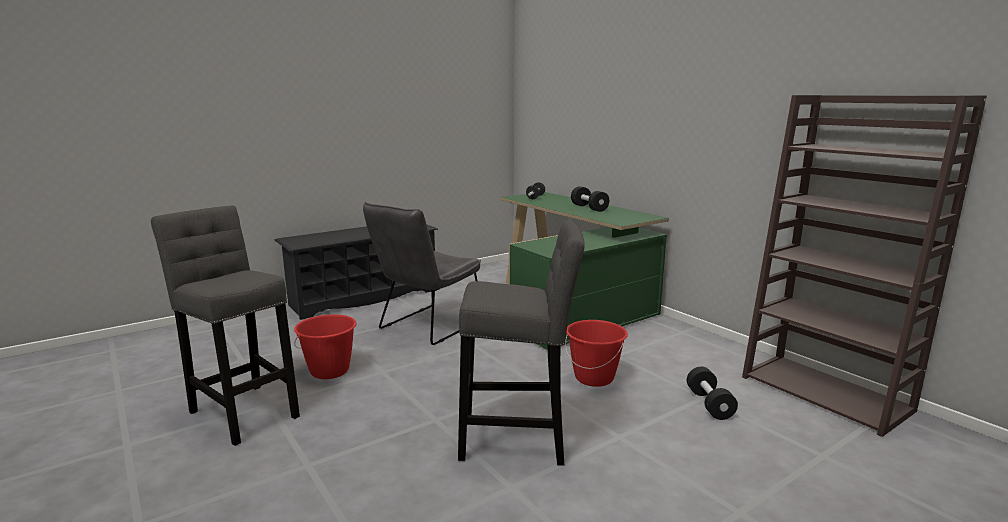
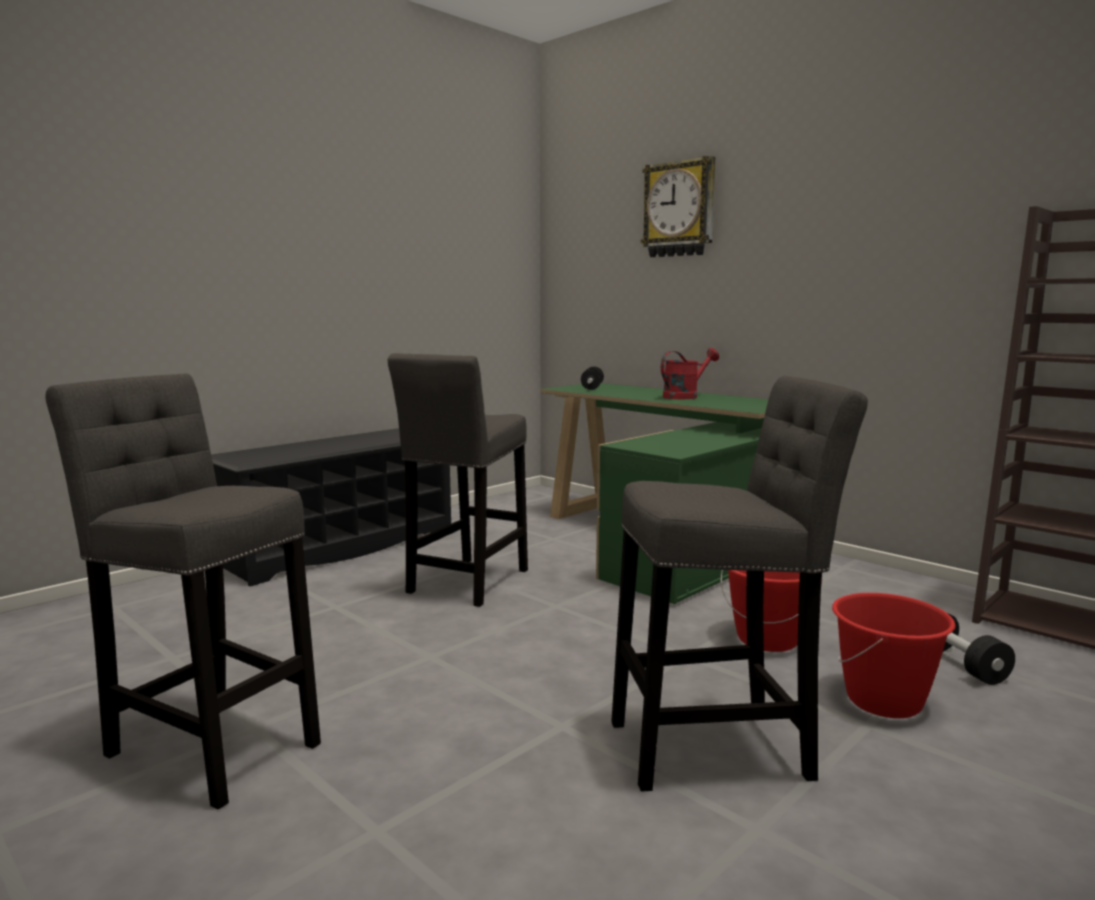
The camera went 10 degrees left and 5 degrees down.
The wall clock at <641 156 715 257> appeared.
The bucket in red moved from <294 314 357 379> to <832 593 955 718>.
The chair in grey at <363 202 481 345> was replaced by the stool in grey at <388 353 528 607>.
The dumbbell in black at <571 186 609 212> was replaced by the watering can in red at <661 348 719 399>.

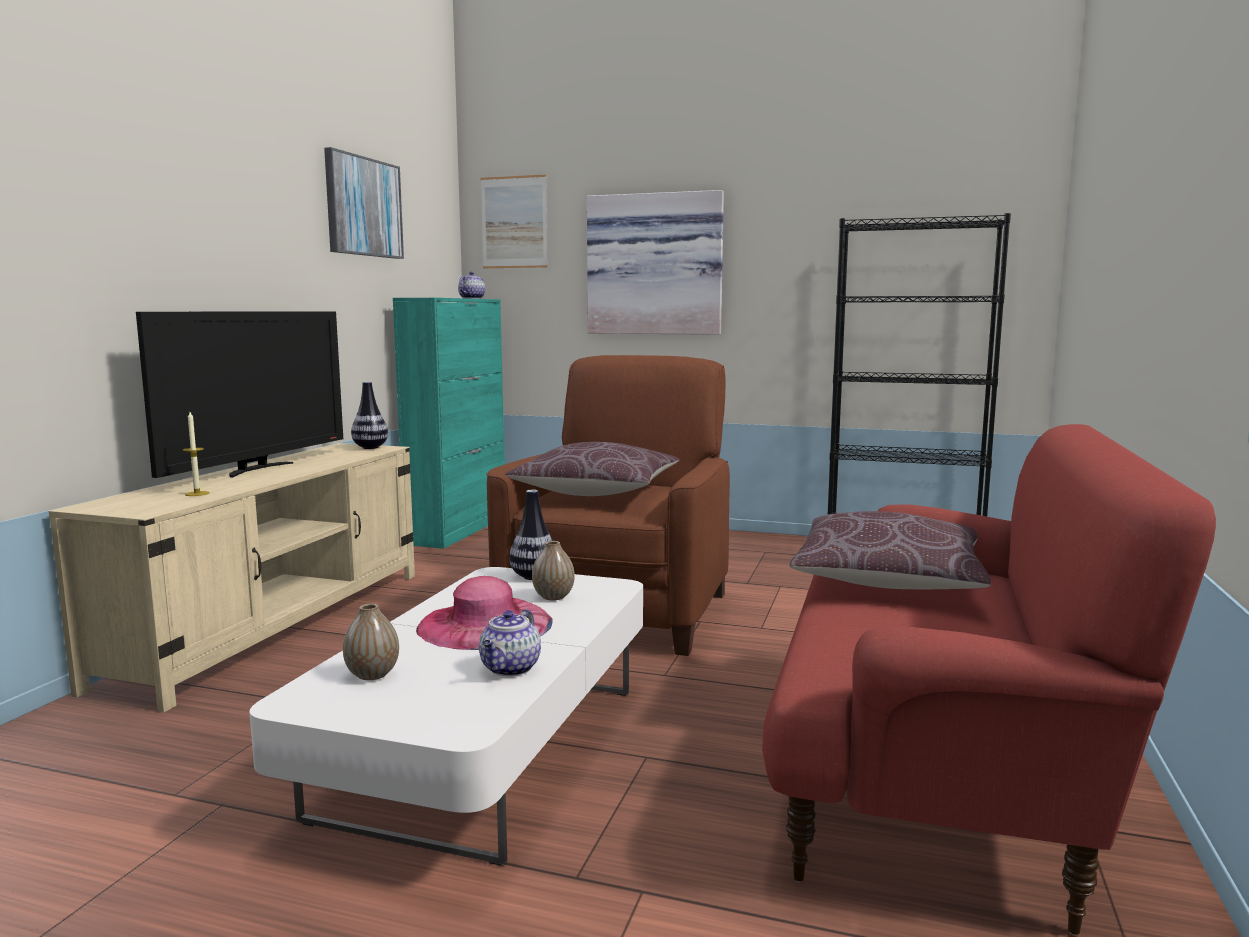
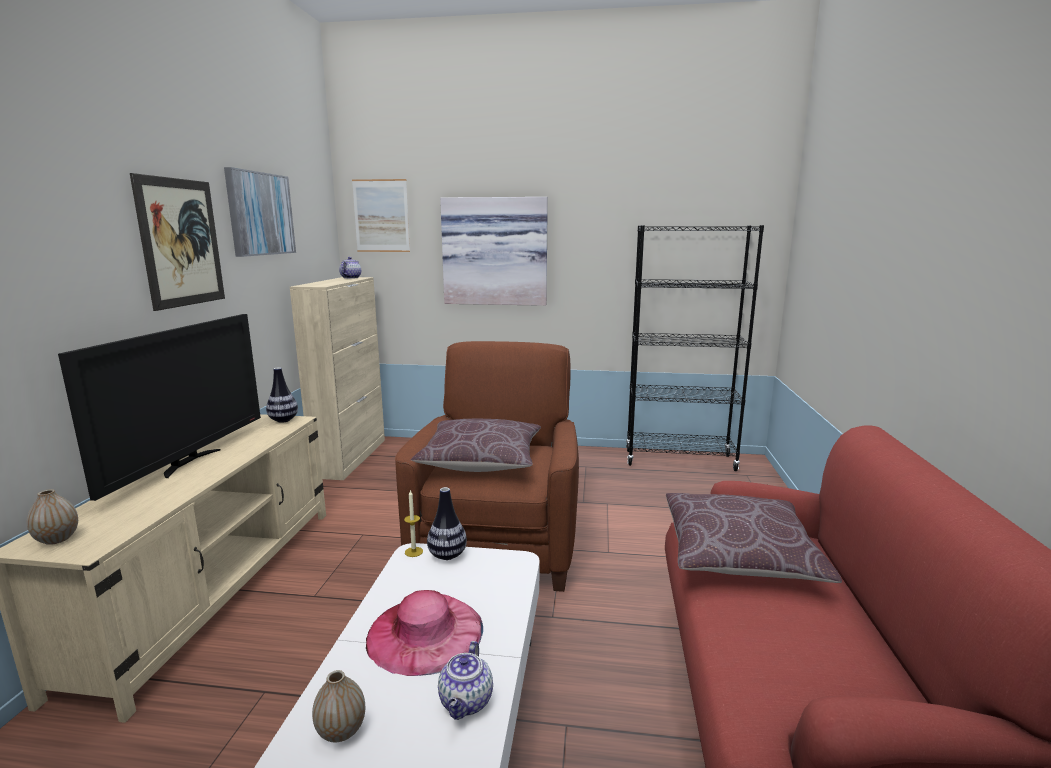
The camera went 10 degrees left and 5 degrees up.
The picture at <130 173 225 311> appeared.
The candle moved from <183 412 209 496> to <404 490 423 557>.
The vase moved from <532 541 575 600> to <27 489 78 545>.
The cabinet in turquoise at <393 298 505 549> became the cabinet in beige at <290 277 385 480>.

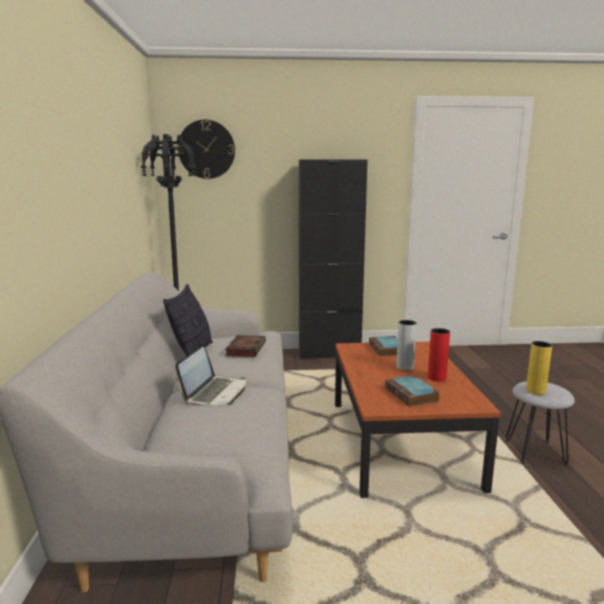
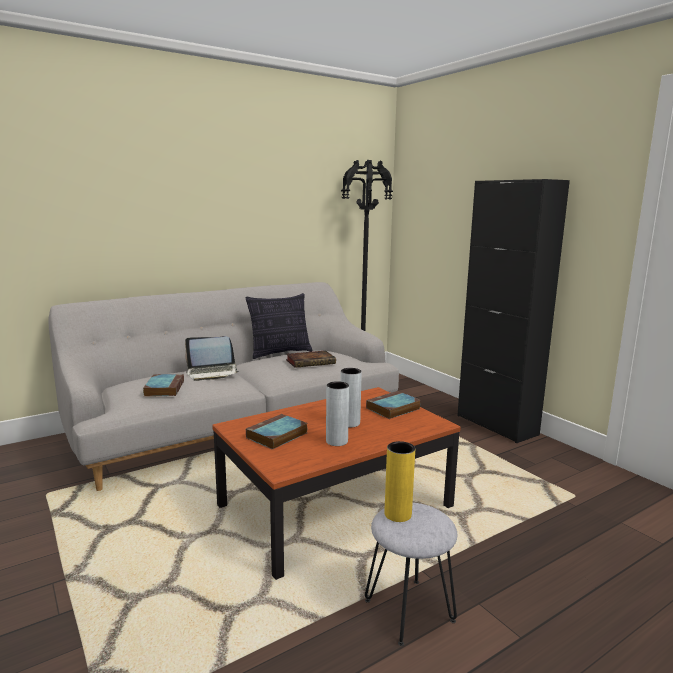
The camera went 60 degrees right and 0 degrees up.
The wall clock at <178 120 235 179> disappeared.
The book at <143 374 184 397> appeared.
The vase in red at <428 328 450 381> became the vase in grey at <326 381 349 446>.

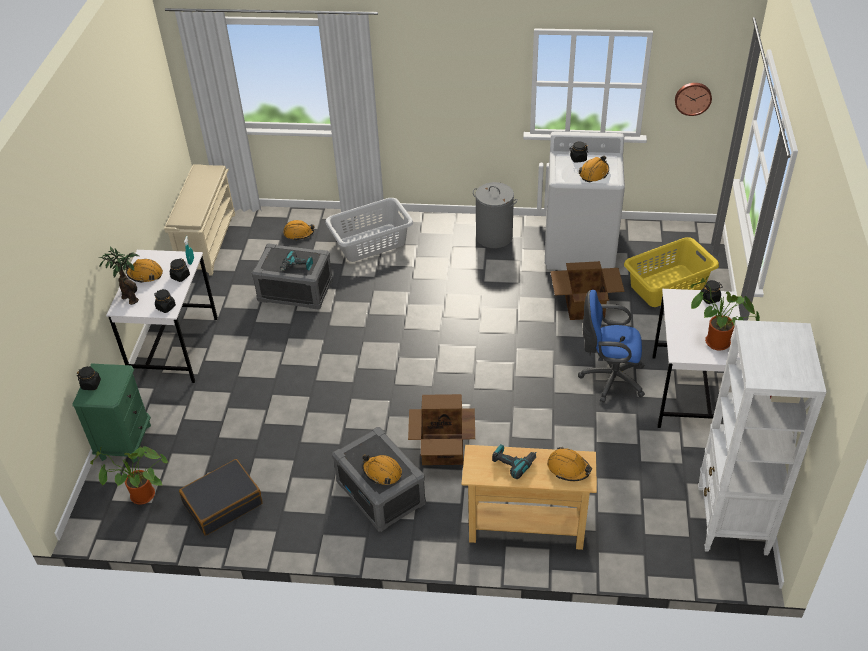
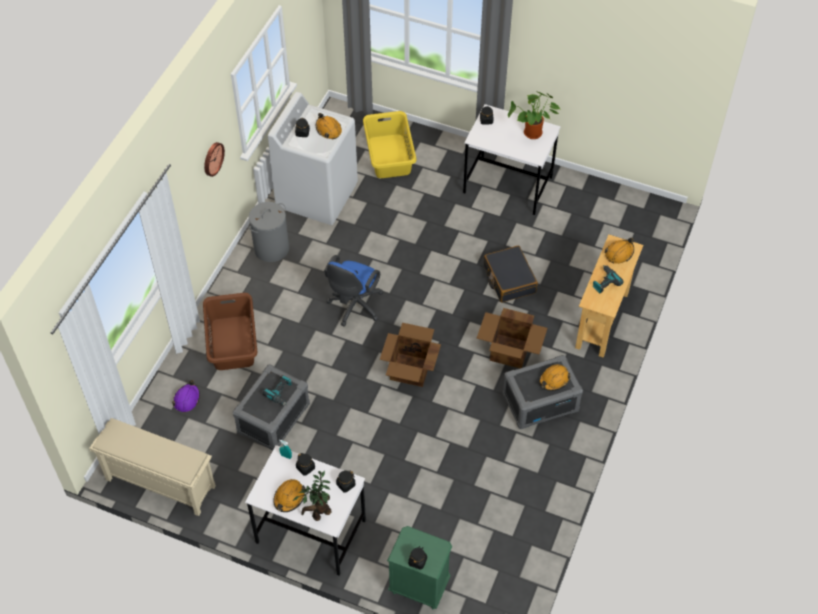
The camera went 75 degrees left and 10 degrees up.
The potted plant at <90 446 168 504> disappeared.
The bookcase in white at <698 320 826 555> disappeared.
The suitcase in black moved from <179 459 263 536> to <484 246 538 303>.
The cardboard box moved from <550 261 625 320> to <380 323 441 387>.
The office chair in blue moved from <578 290 645 402> to <324 255 383 327>.
The wall clock moved from <675 83 712 116> to <204 142 225 177>.
The hard hat in orange at <284 220 315 240> became the hard hat in purple at <172 380 200 412>.
The laundry basket in grey at <325 198 413 262> became the laundry basket in brown at <203 293 257 370>.

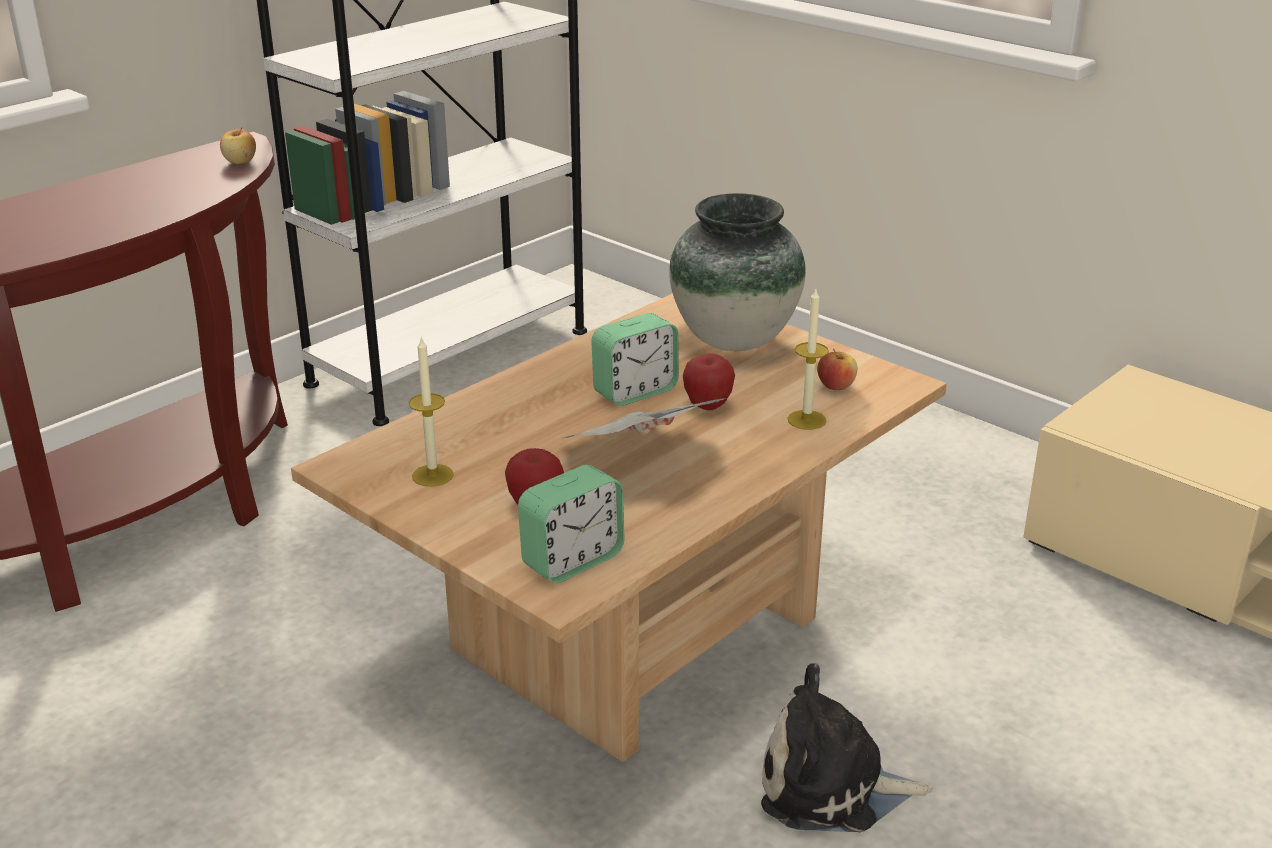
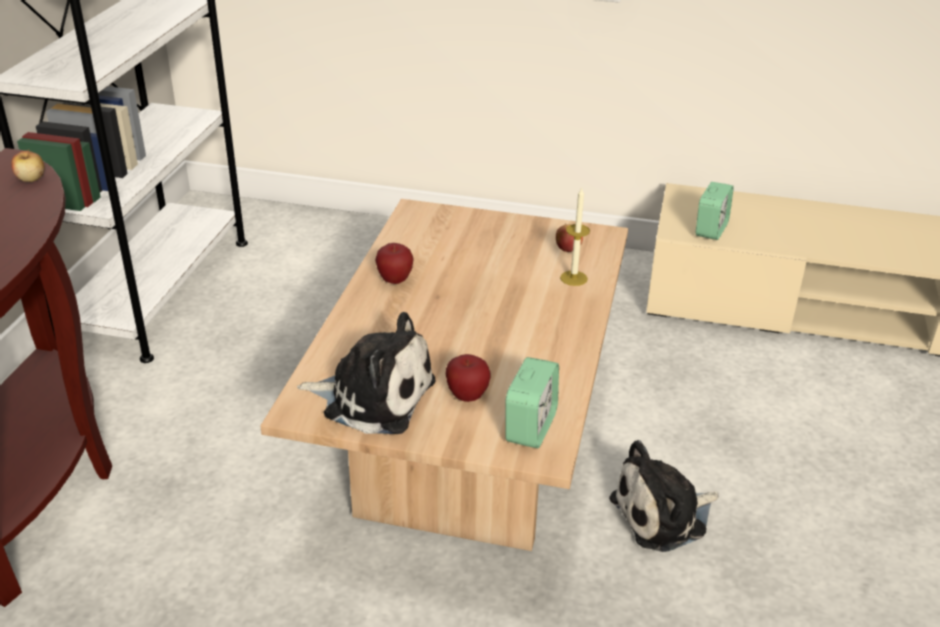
The camera went 30 degrees left and 5 degrees up.
The newspaper at <560 398 726 439> disappeared.
The vase at <669 193 806 351> disappeared.
The alarm clock moved from <591 313 679 406> to <696 182 734 240>.
The apple moved from <683 353 735 410> to <375 243 414 284>.
The candle at <409 336 454 487> was replaced by the plush toy at <297 312 435 434>.

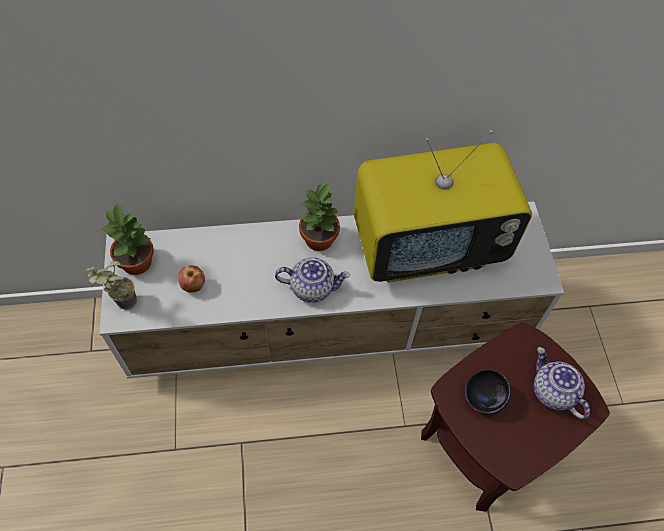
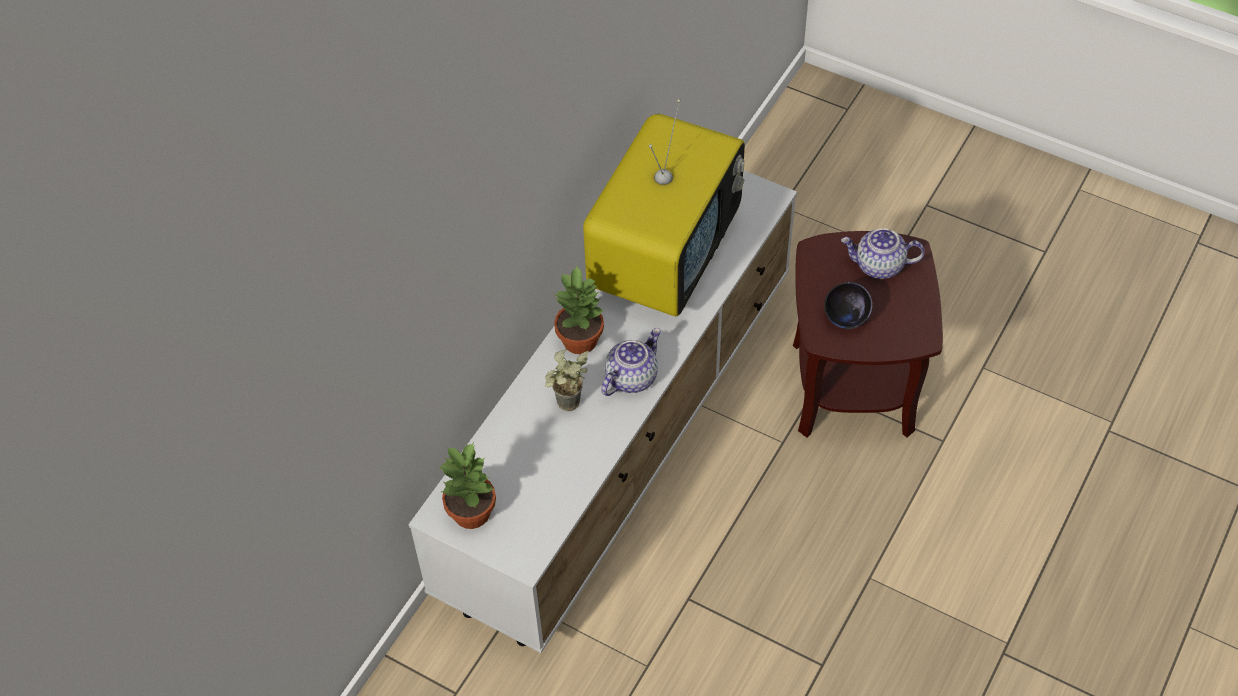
The camera went 50 degrees left and 5 degrees down.
The apple at <178 265 205 293> disappeared.
The potted plant moved from <85 261 137 310> to <545 349 590 411>.

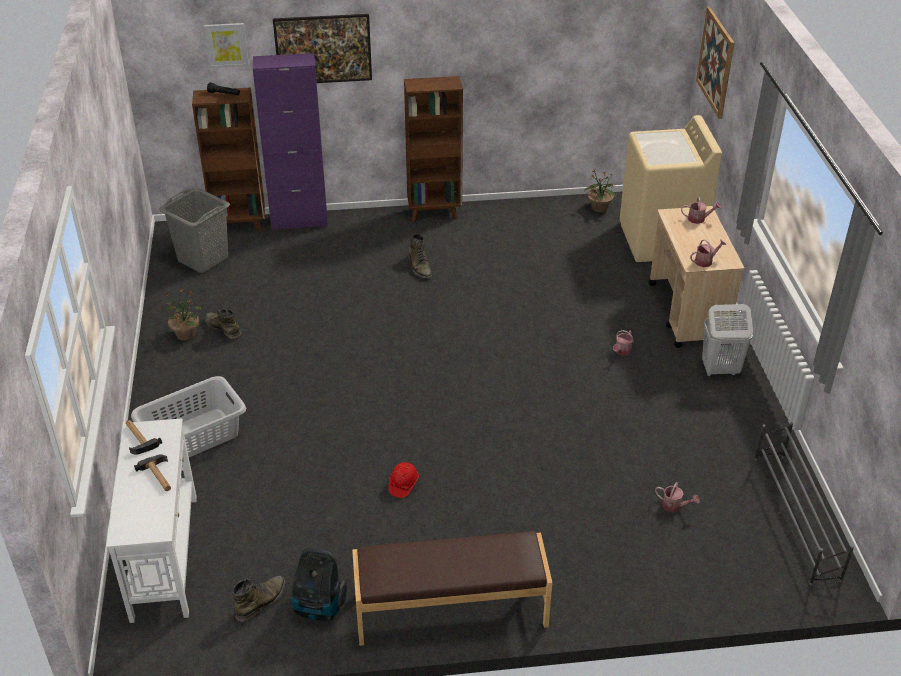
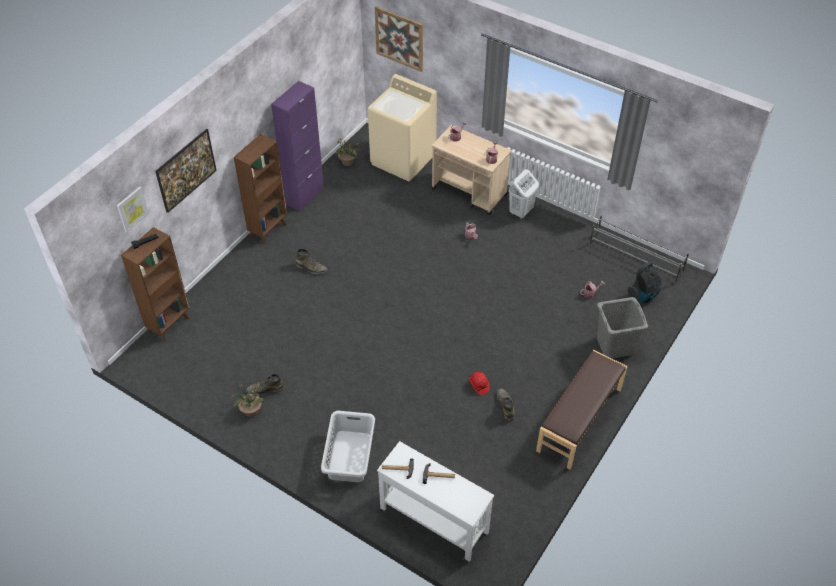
The camera went 50 degrees left and 10 degrees up.
The laundry basket in grey moved from <159 188 230 273> to <597 297 648 359>.
The boot in green moved from <233 576 286 622> to <497 388 515 421>.
The cabinet in purple moved from <253 53 328 230> to <271 81 324 211>.
The vacuum cleaner moved from <292 547 347 621> to <628 262 662 304>.

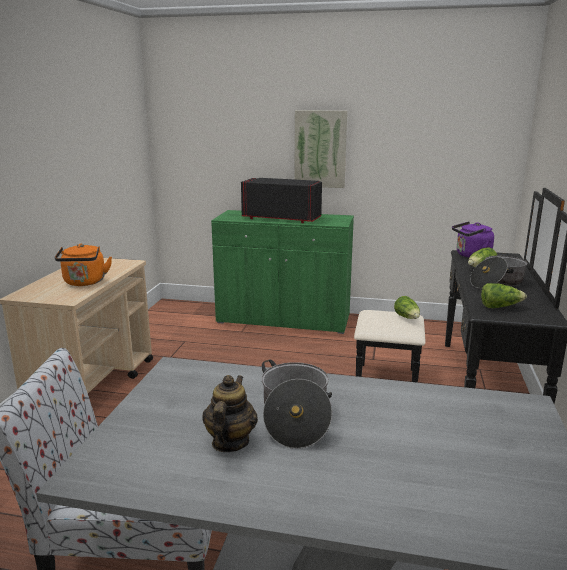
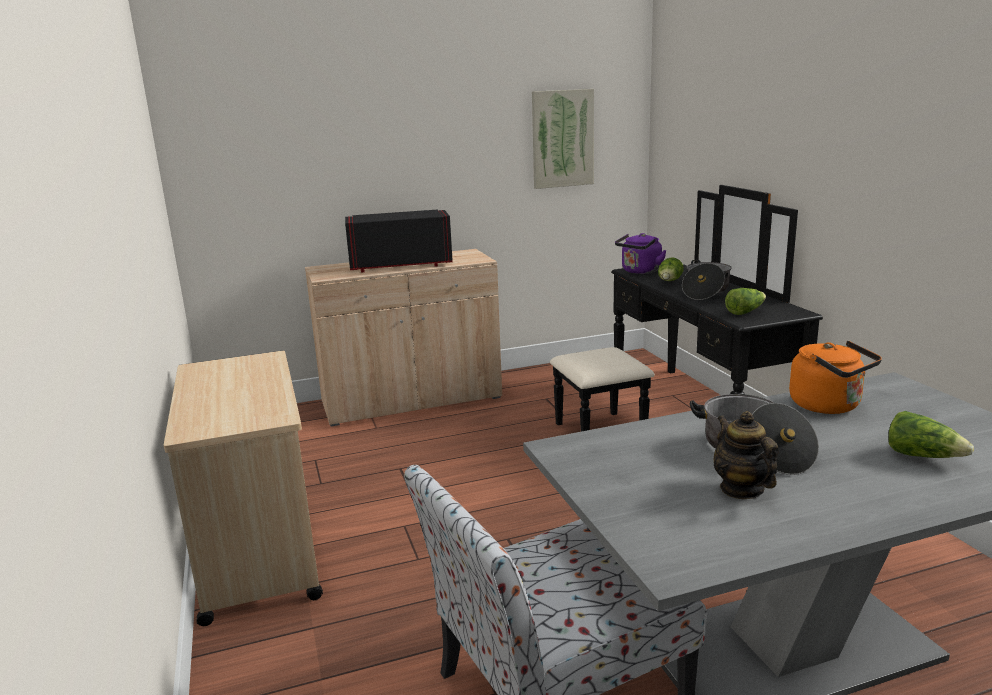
The camera went 30 degrees left and 0 degrees up.
The kettle in orange moved from <55 244 112 286> to <789 341 882 414>.
The picture moved from <294 110 347 188> to <532 89 594 189>.
The lettuce moved from <394 296 420 319> to <888 411 974 458>.
The cabinet in green at <211 210 354 334> became the cabinet in beige at <305 249 502 427>.

